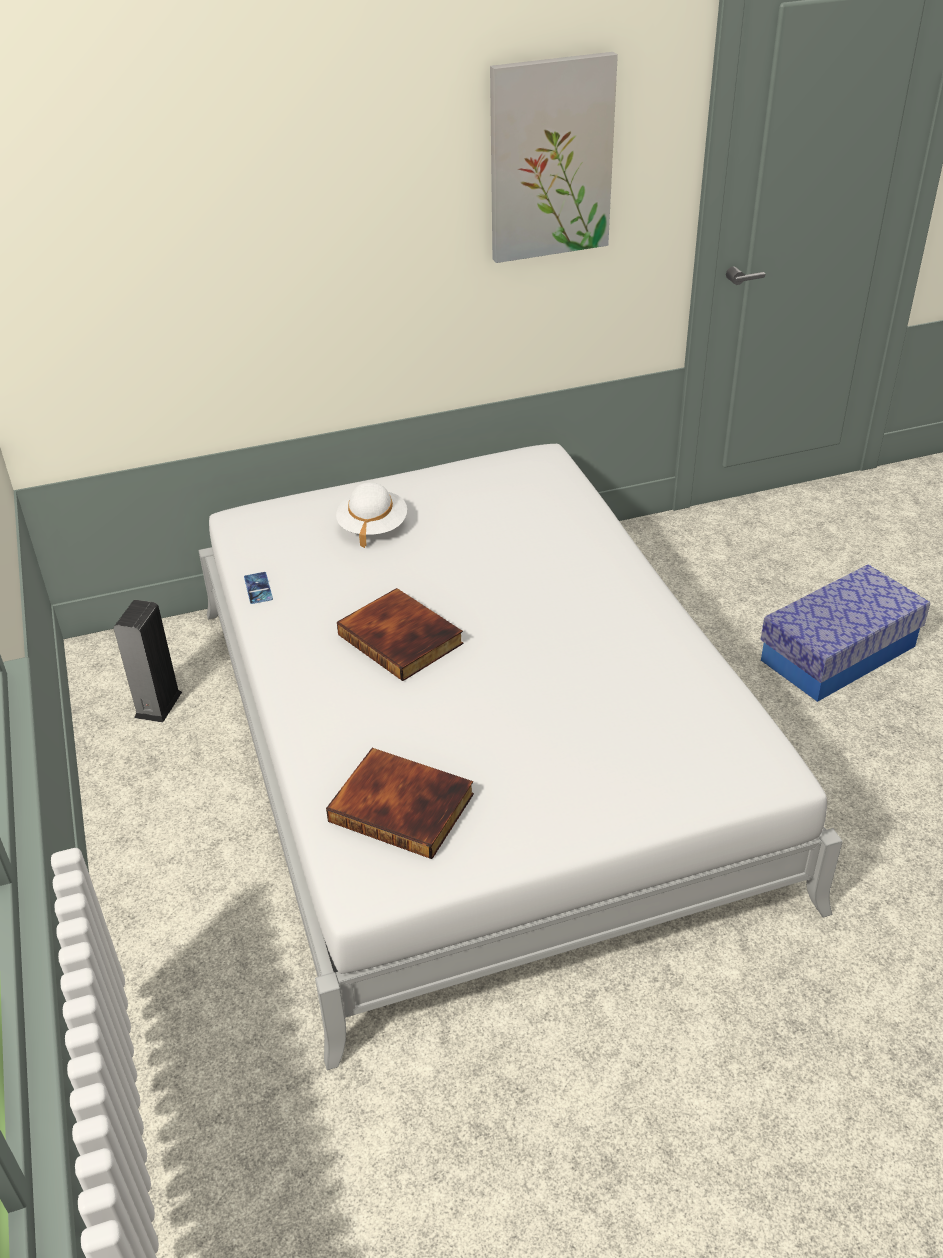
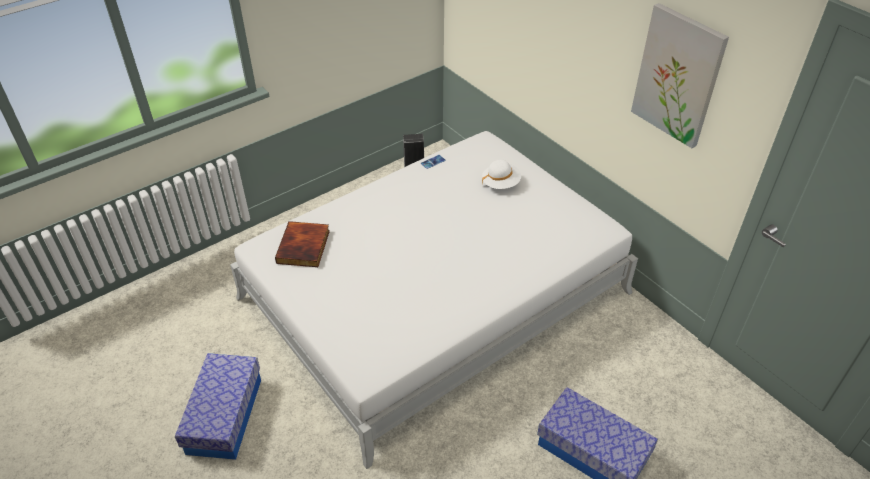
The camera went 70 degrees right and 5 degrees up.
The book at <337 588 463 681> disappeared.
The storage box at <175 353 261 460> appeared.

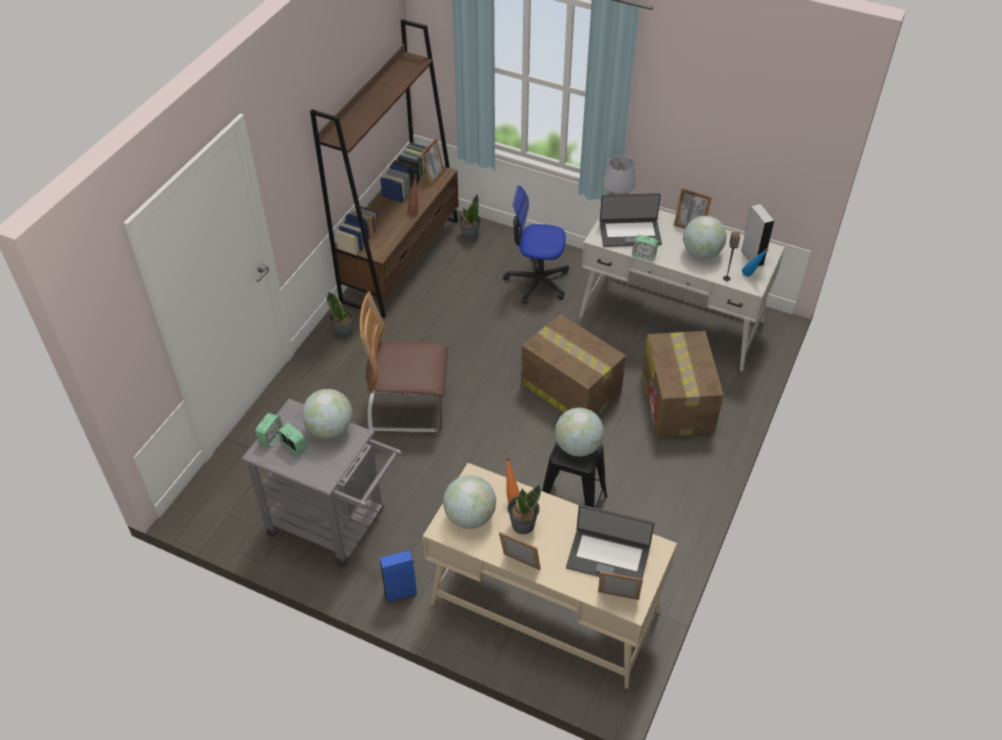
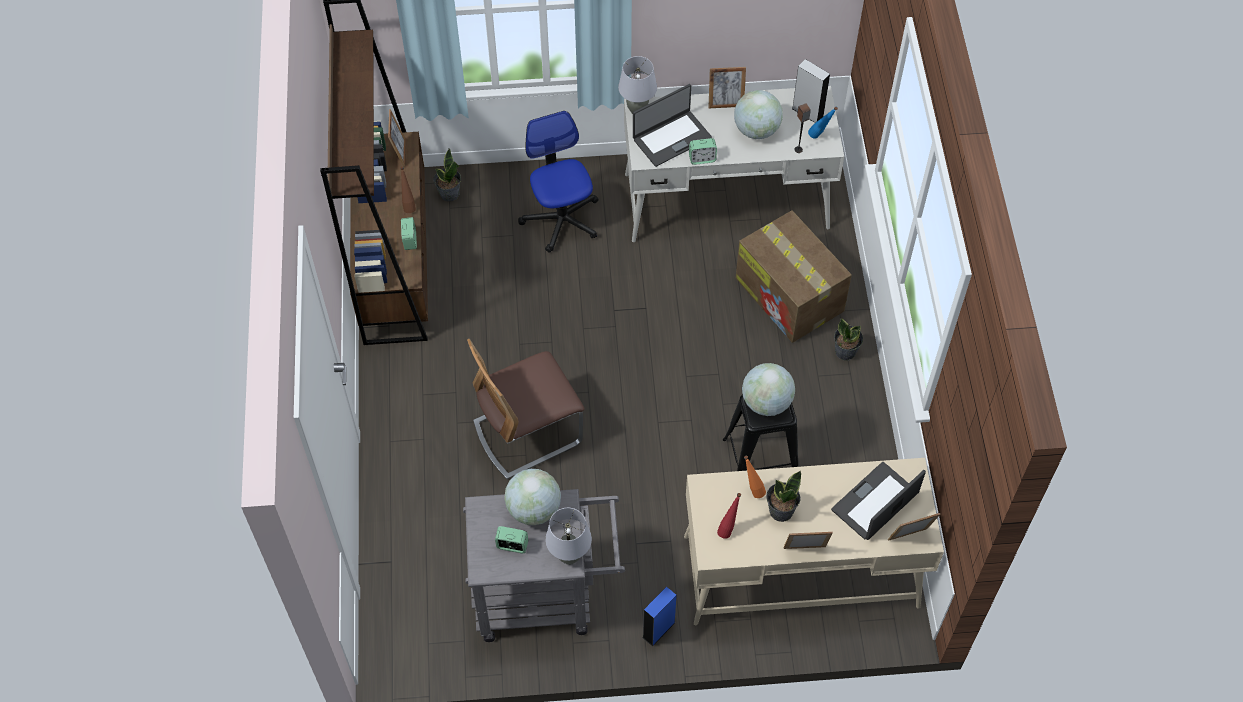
The camera went 30 degrees left and 10 degrees up.
The cardboard box at <521 314 626 416> disappeared.
The table lamp in grey at <545 508 592 565> appeared.
The alarm clock moved from <255 413 282 447> to <401 217 417 250>.
The potted plant moved from <327 292 354 338> to <834 319 863 361>.
The globe at <443 475 496 529> was replaced by the bottle in red at <717 493 741 539>.
The office chair at <503 185 569 305> turned 90 degrees clockwise.
The laptop at <566 504 655 579> turned 150 degrees clockwise.

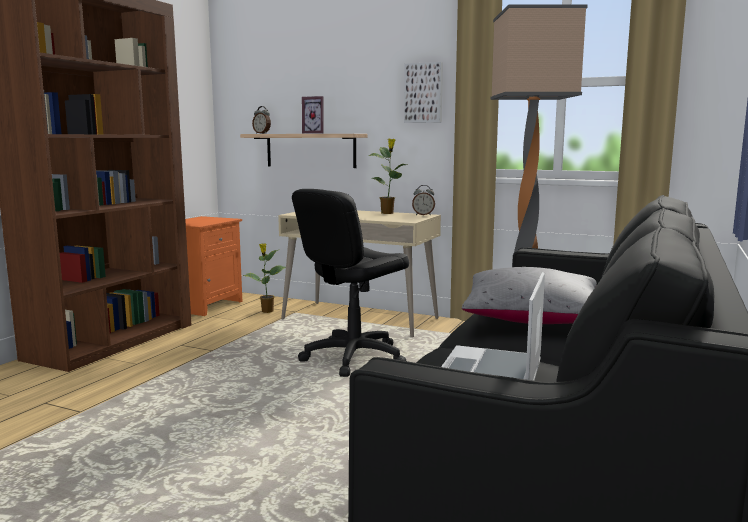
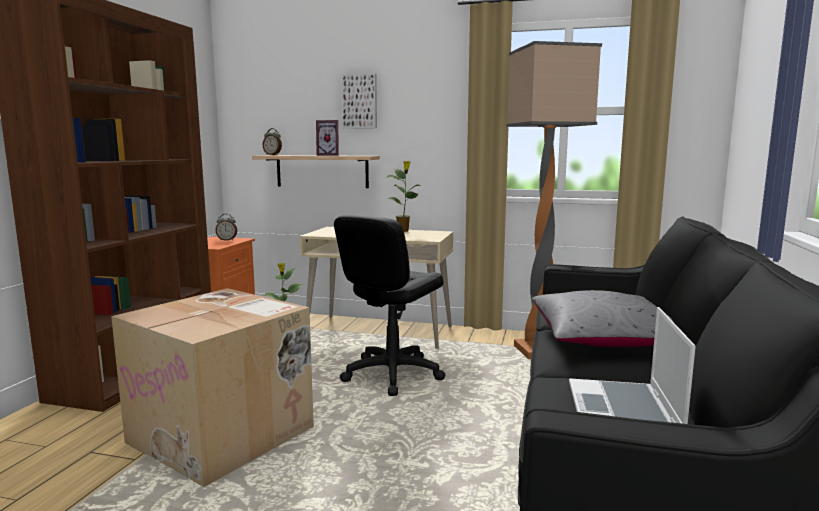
The camera went 10 degrees left and 0 degrees up.
The cardboard box at <111 288 314 487> appeared.
The picture moved from <404 62 443 123> to <342 73 377 129>.
The alarm clock moved from <412 185 435 216> to <215 214 237 241>.

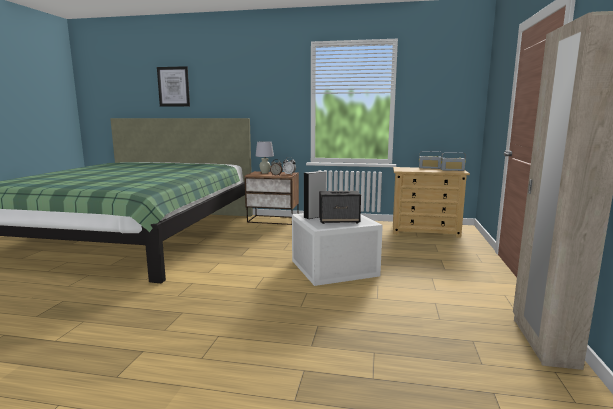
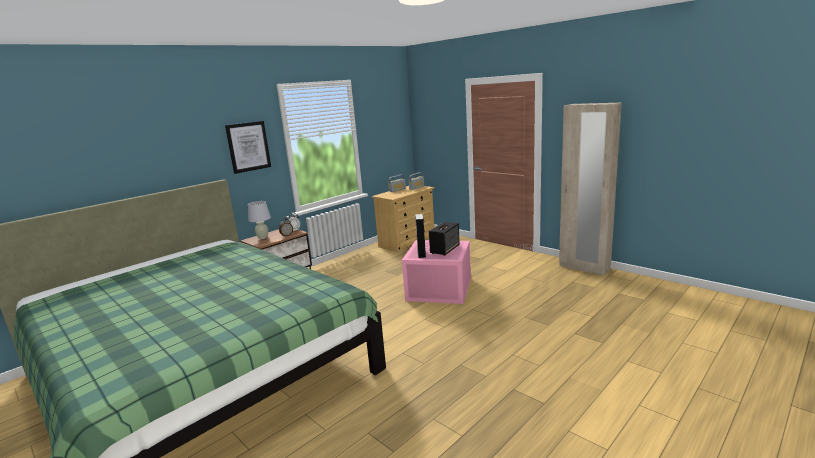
The camera went 55 degrees left and 5 degrees up.
The picture moved from <157 66 190 107> to <225 121 271 174>.
The storage box in white at <292 213 383 286> became the storage box in pink at <402 240 471 304>.

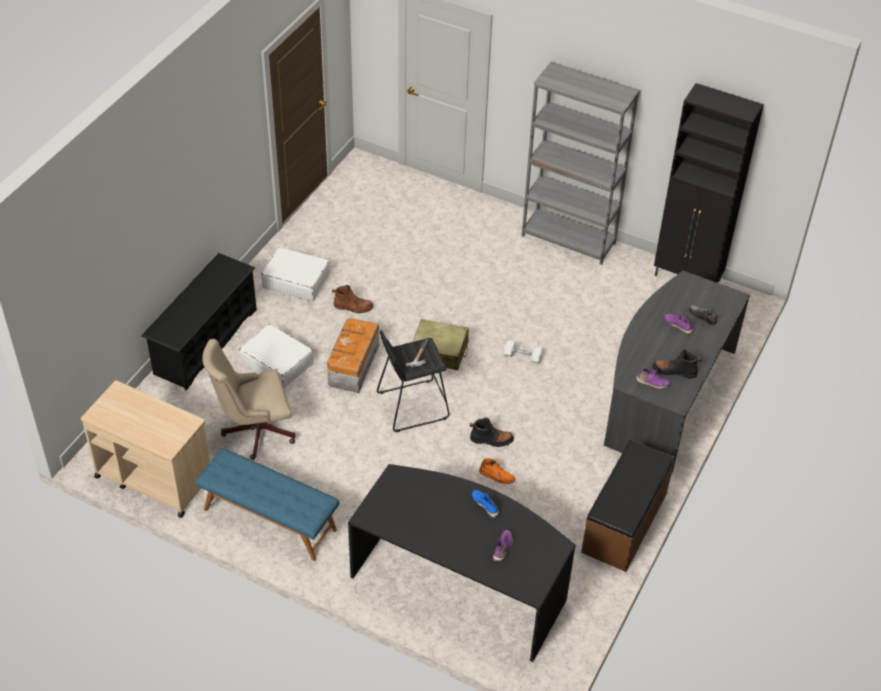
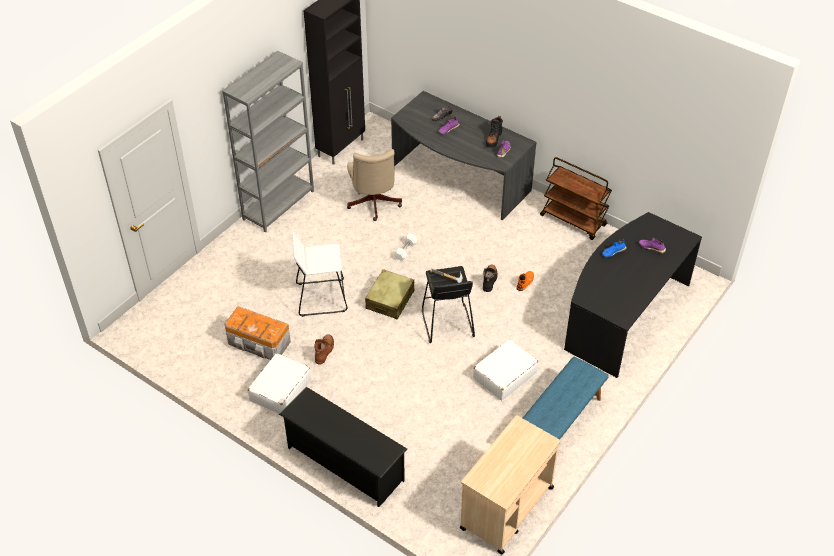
The camera went 80 degrees left and 0 degrees up.
The stool in white at <292 231 347 317> appeared.
The office chair in beige moved from <202 339 296 460> to <347 149 402 221>.
The suitcase in white moved from <239 324 313 388> to <473 340 538 400>.
The storage box moved from <327 318 379 393> to <225 306 291 360>.
The bench in brown at <581 440 675 572> was replaced by the cart in brown at <540 157 612 240>.

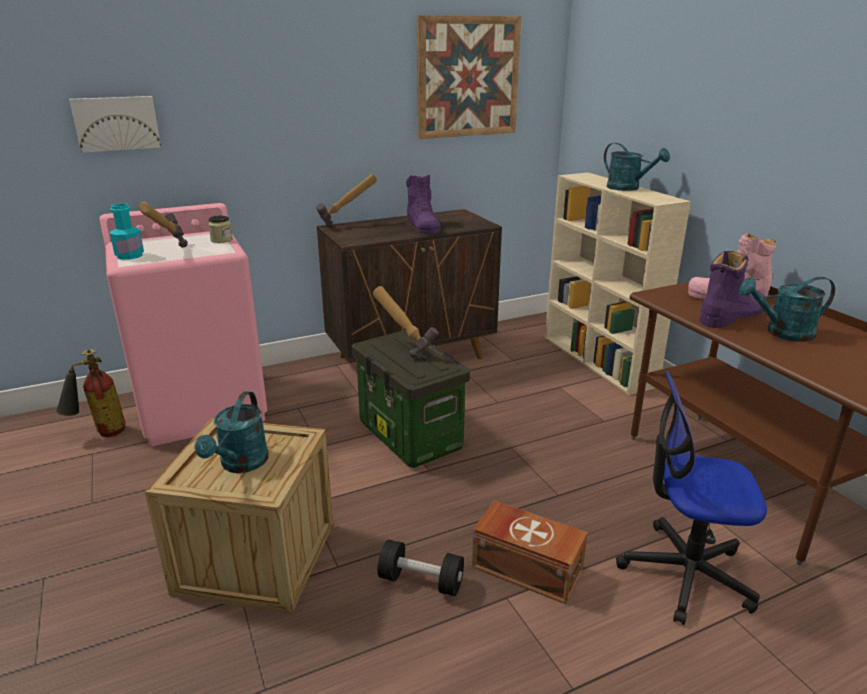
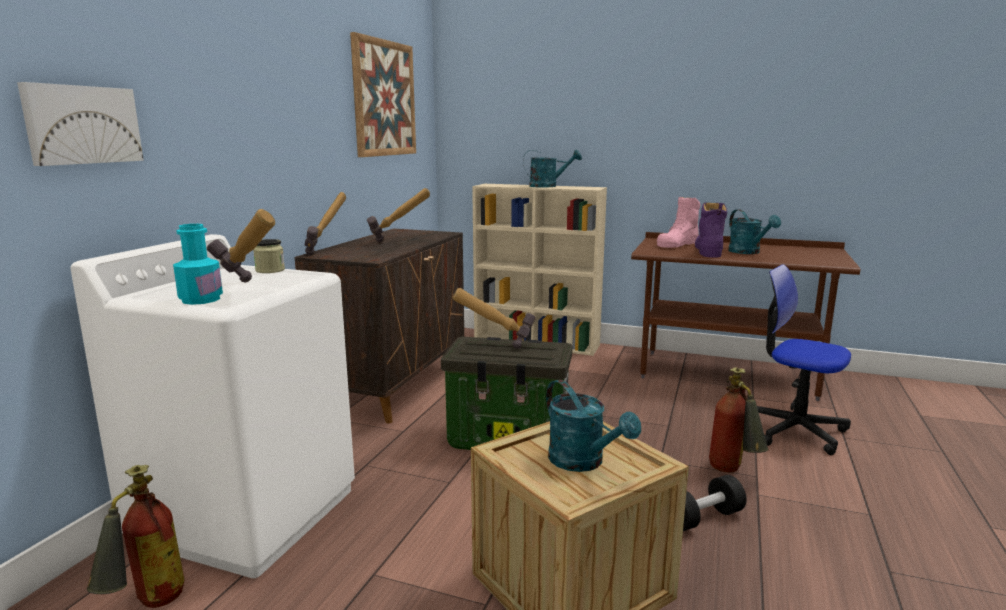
The camera went 45 degrees left and 10 degrees down.
The boot in purple at <406 175 440 234> was replaced by the hammer at <367 188 430 242>.
The storage box in brown at <472 500 588 605> was replaced by the fire extinguisher at <709 367 769 473>.
The washing machine in pink at <99 203 267 446> became the washing machine in white at <71 234 355 578>.
The office chair at <616 371 767 625> turned 75 degrees clockwise.
The watering can in turquoise at <738 277 835 342> turned 60 degrees counterclockwise.

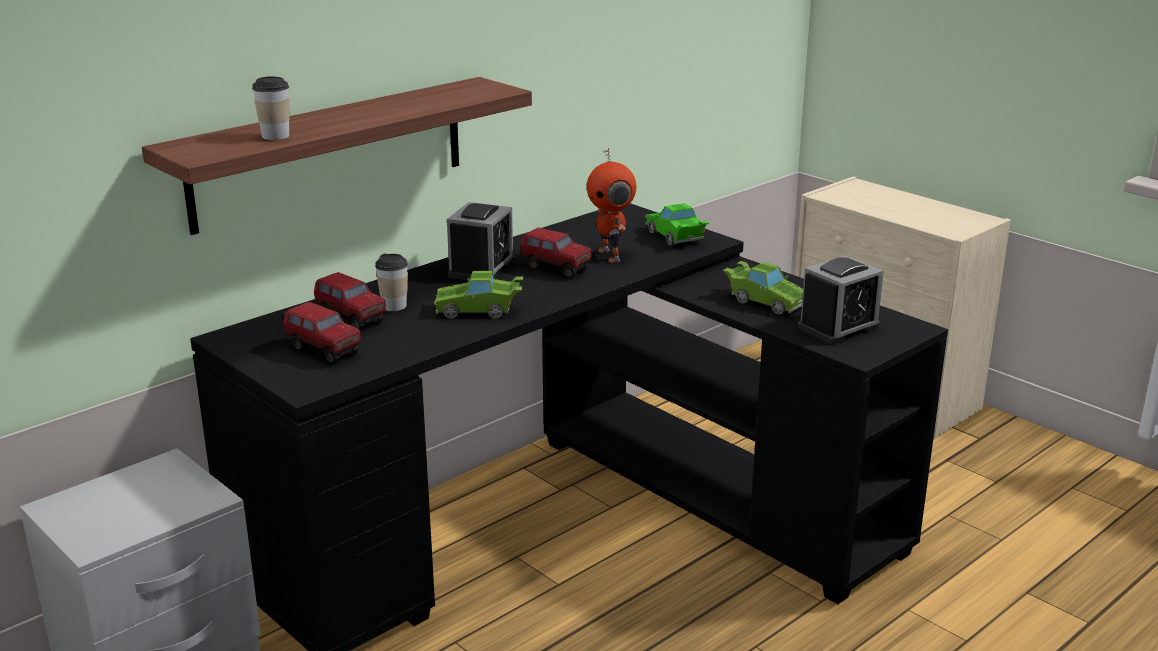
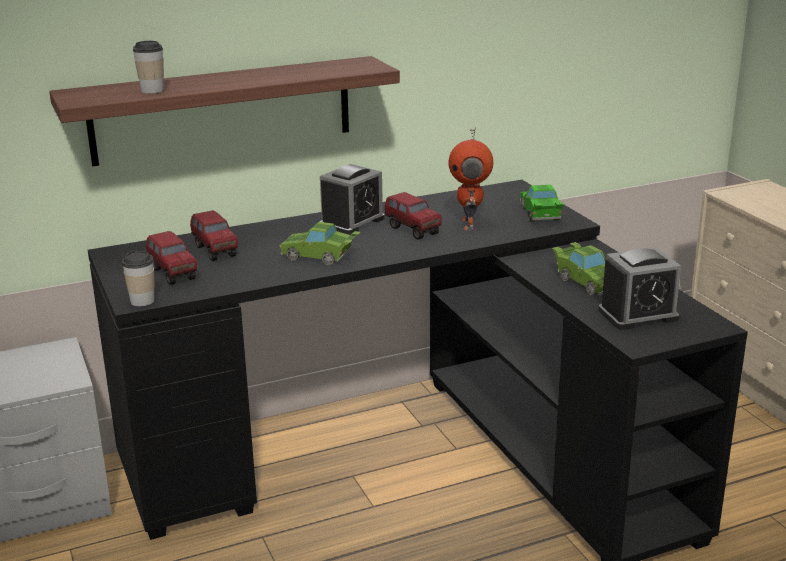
The camera went 20 degrees right and 0 degrees up.
The cup moved from <375 254 408 311> to <122 250 155 306>.

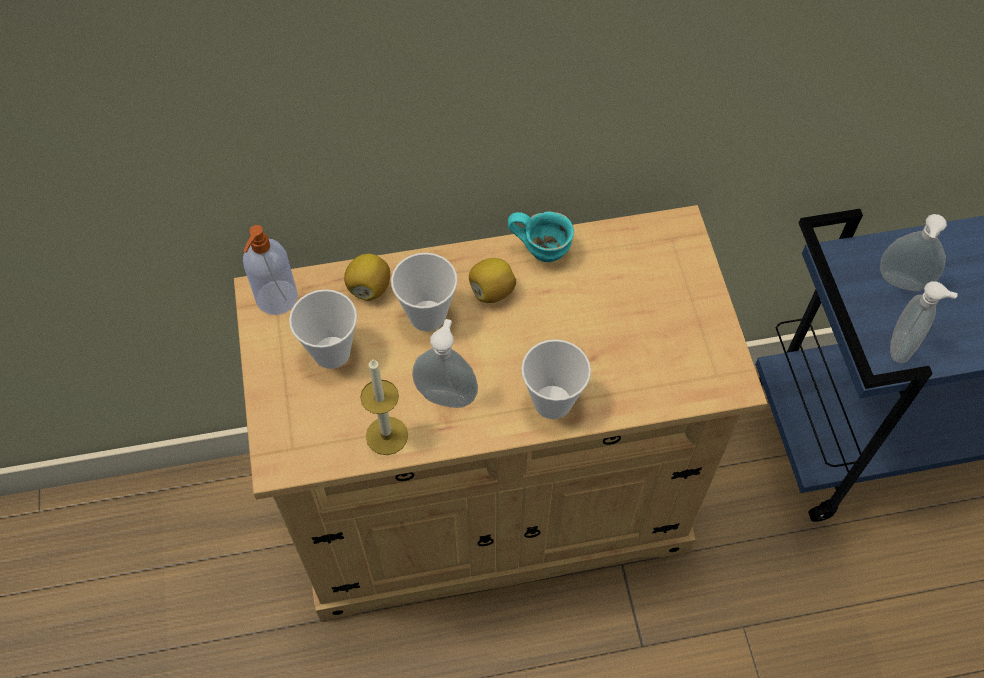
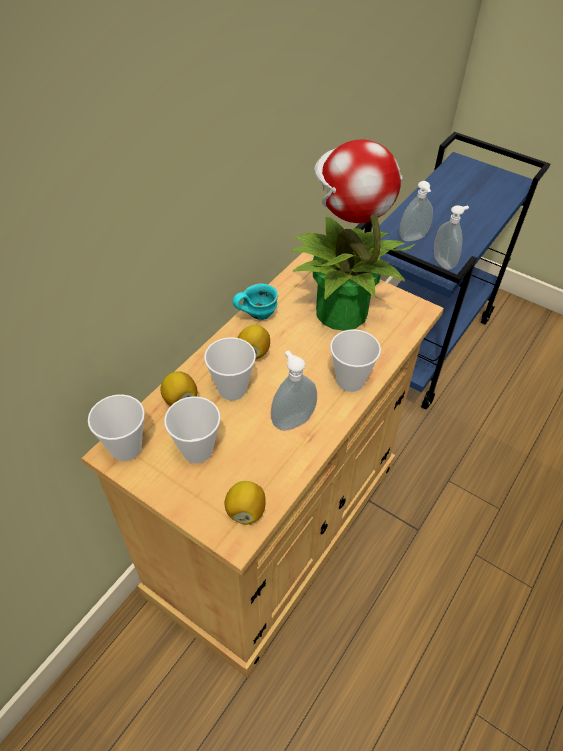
The camera went 45 degrees left and 10 degrees down.
The candle at <360 359 408 455> disappeared.
The lemon at <225 481 266 524> appeared.
The potted plant at <290 139 415 331> appeared.
The soap dispenser at <243 225 298 315> was replaced by the cup at <88 394 145 461>.

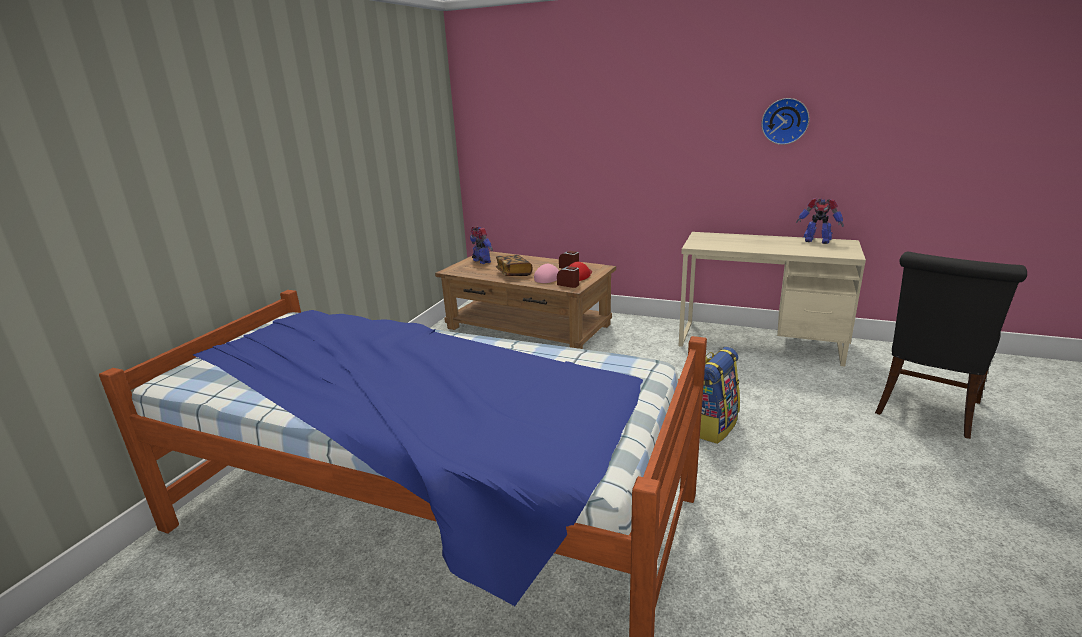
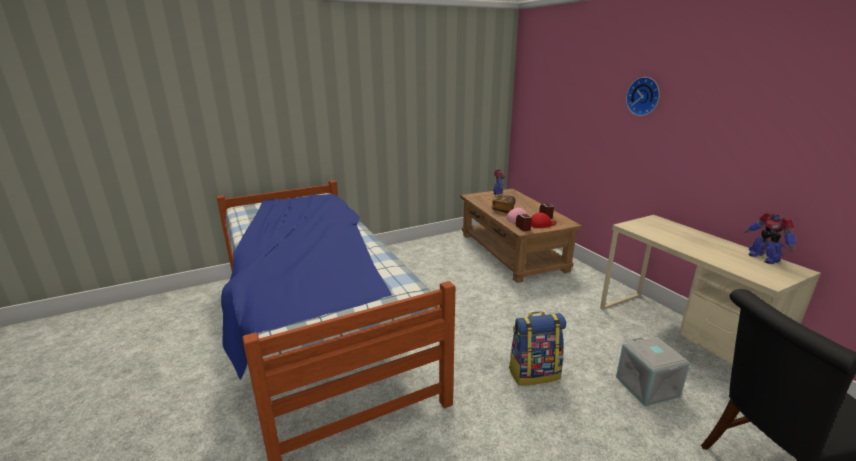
The camera went 40 degrees right and 0 degrees up.
The storage box in grey at <616 337 690 407> appeared.
The wall clock moved from <761 98 809 145> to <626 77 660 116>.

